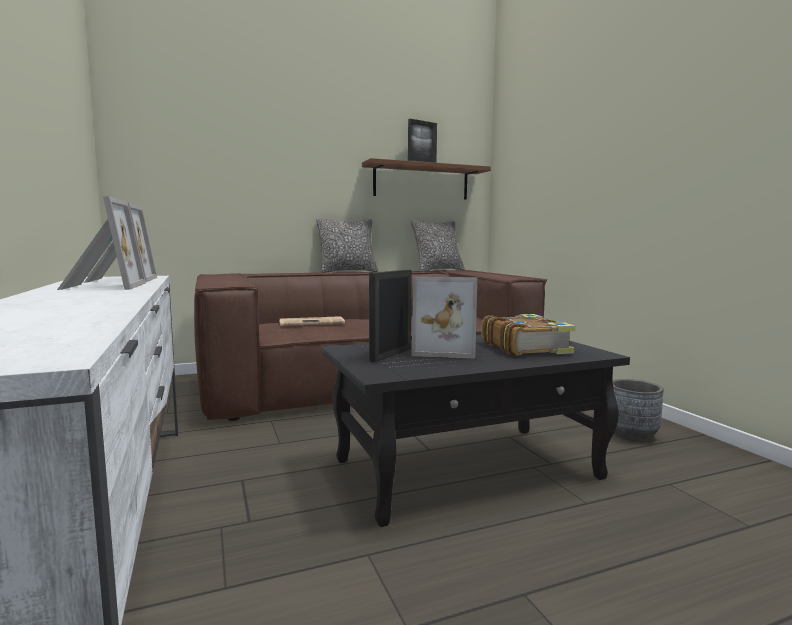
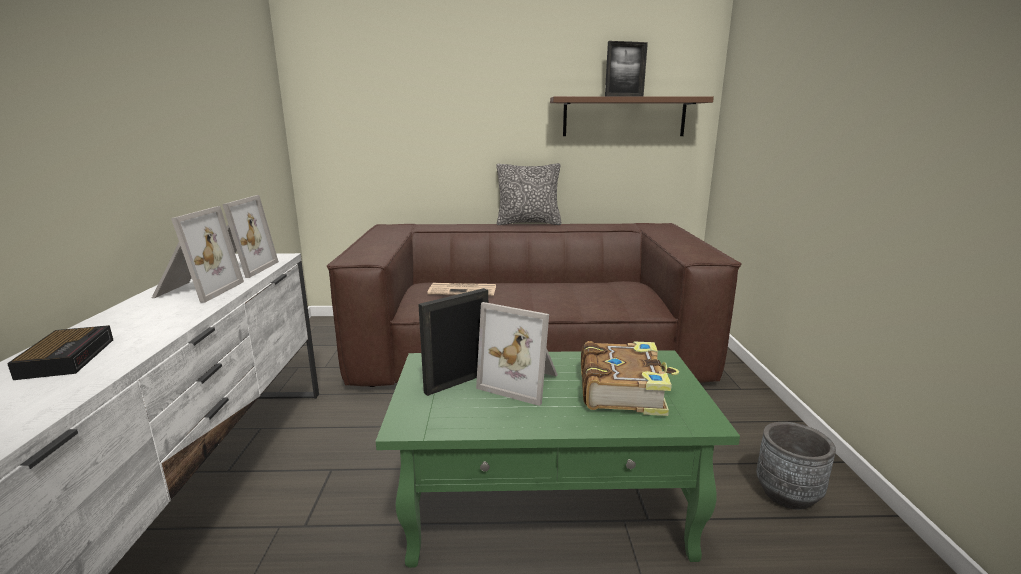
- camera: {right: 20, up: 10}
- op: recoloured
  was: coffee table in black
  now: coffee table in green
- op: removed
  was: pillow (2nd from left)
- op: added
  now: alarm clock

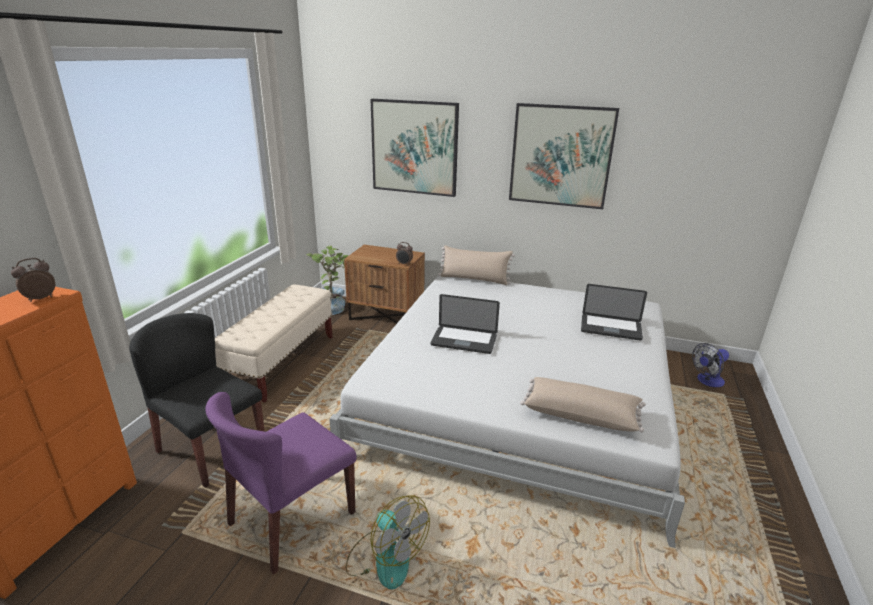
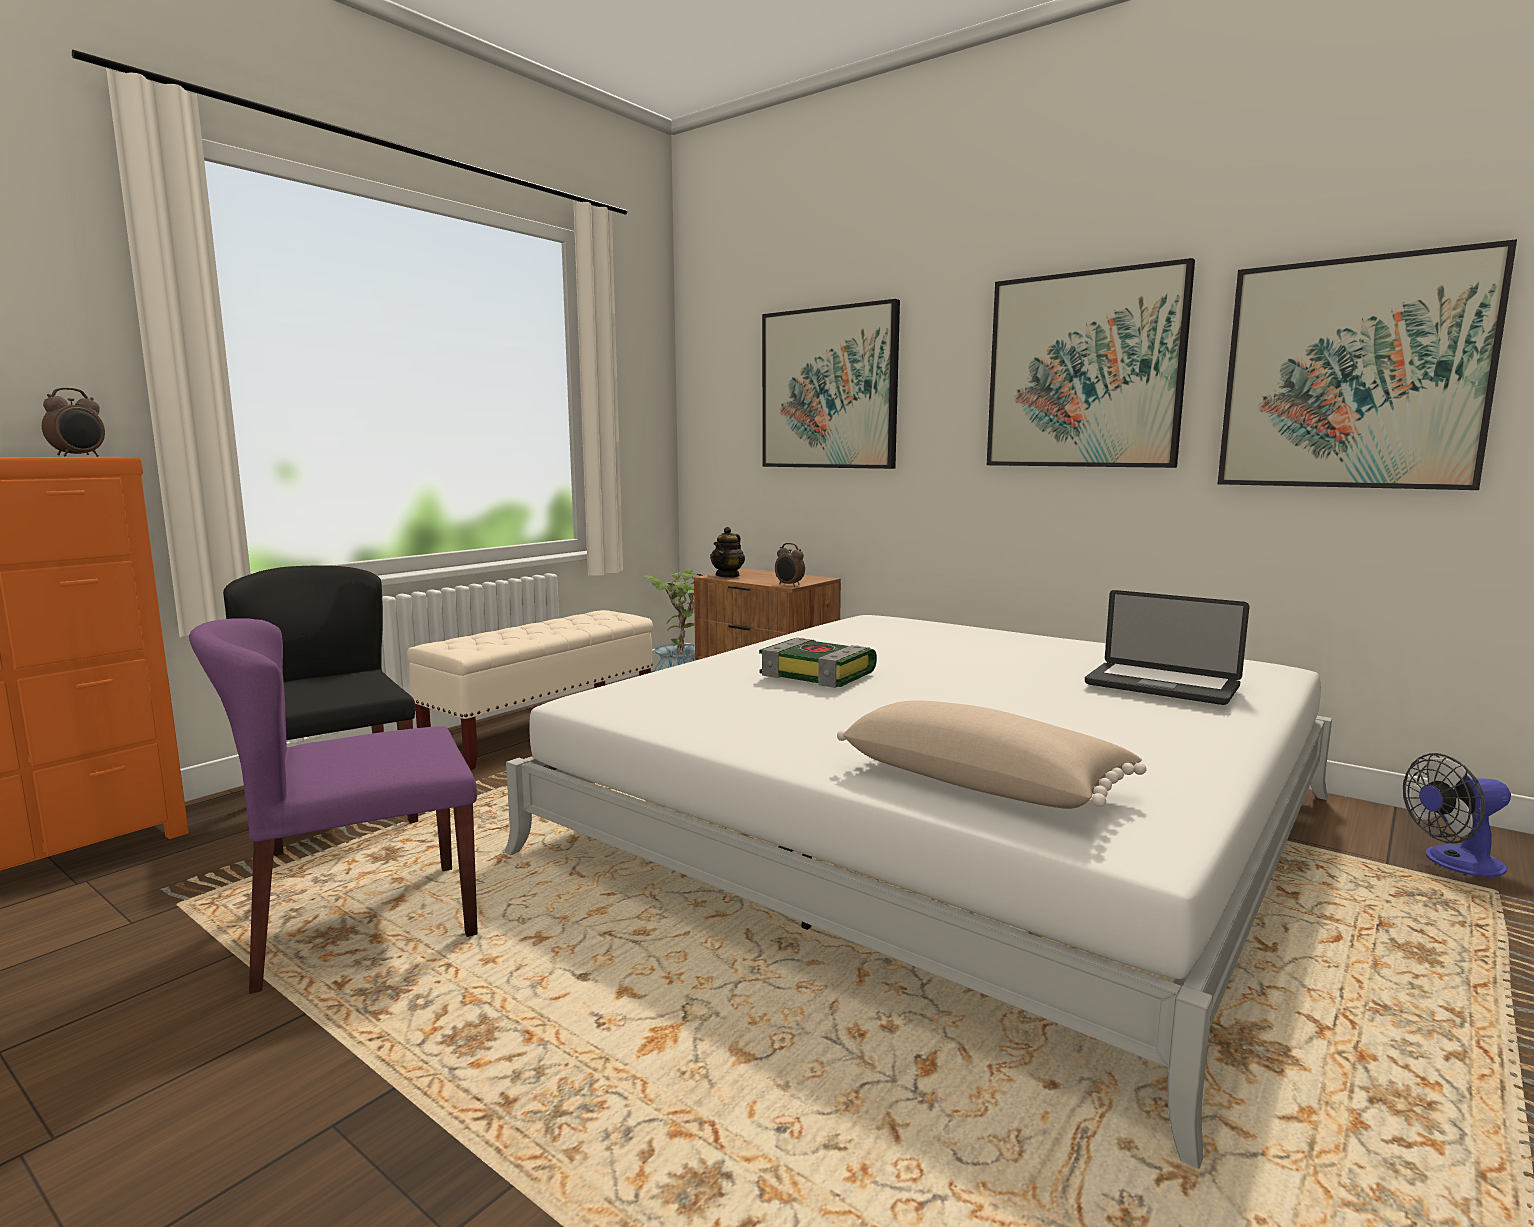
- camera: {right: 20, up: -15}
- op: turned
  was: alarm clock (1st from left)
  clockwise: 135
- op: removed
  was: fan (1st from left)
- op: replaced
  was: laptop (1st from left)
  now: book
- op: removed
  was: pillow in beige (1st from left)
- op: added
  now: teapot
- op: added
  now: picture (3rd from left)

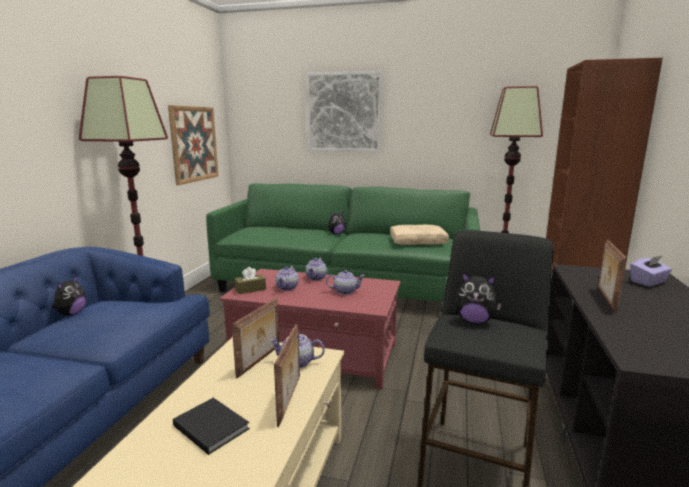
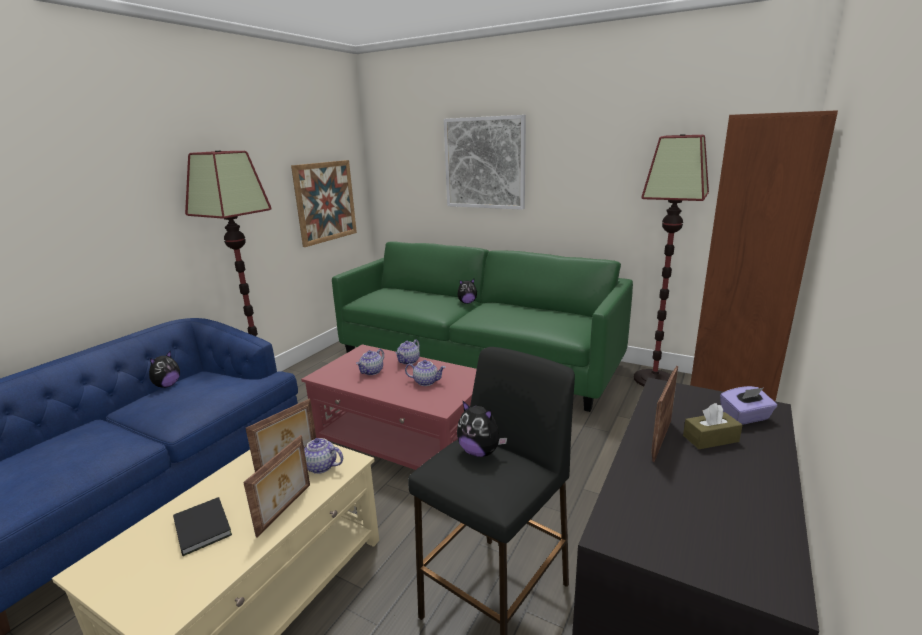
- camera: {right: 15, up: 5}
- op: moved
  was: tissue box in brown
- op: removed
  was: pillow in beige

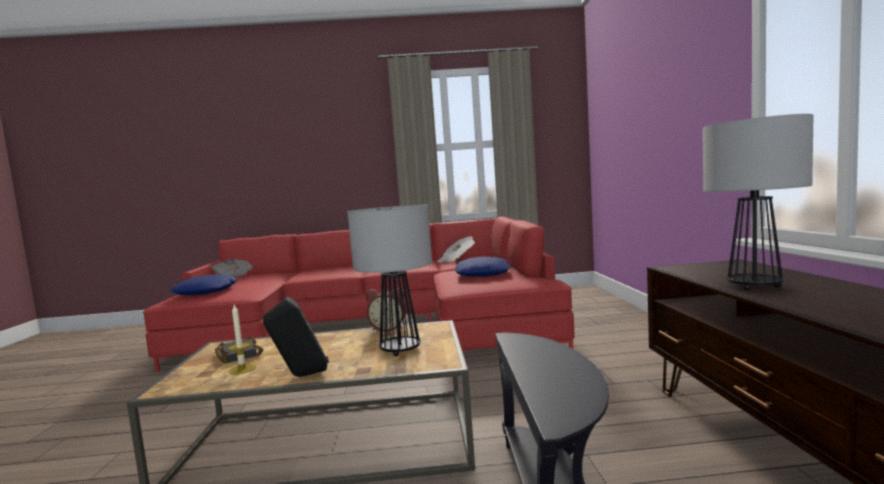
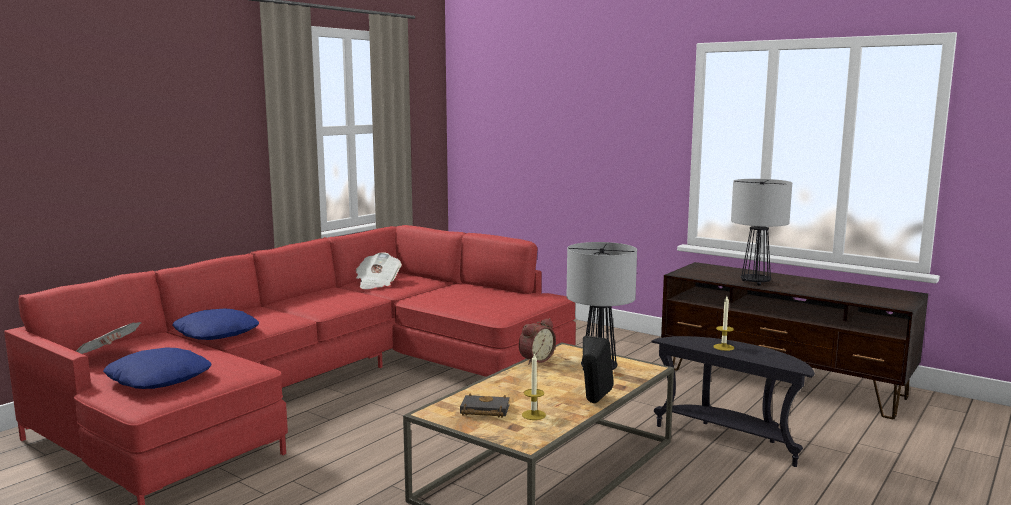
- camera: {right: -50, up: 5}
- op: moved
  was: pillow in blue (2nd from left)
- op: added
  now: candle (2nd from left)

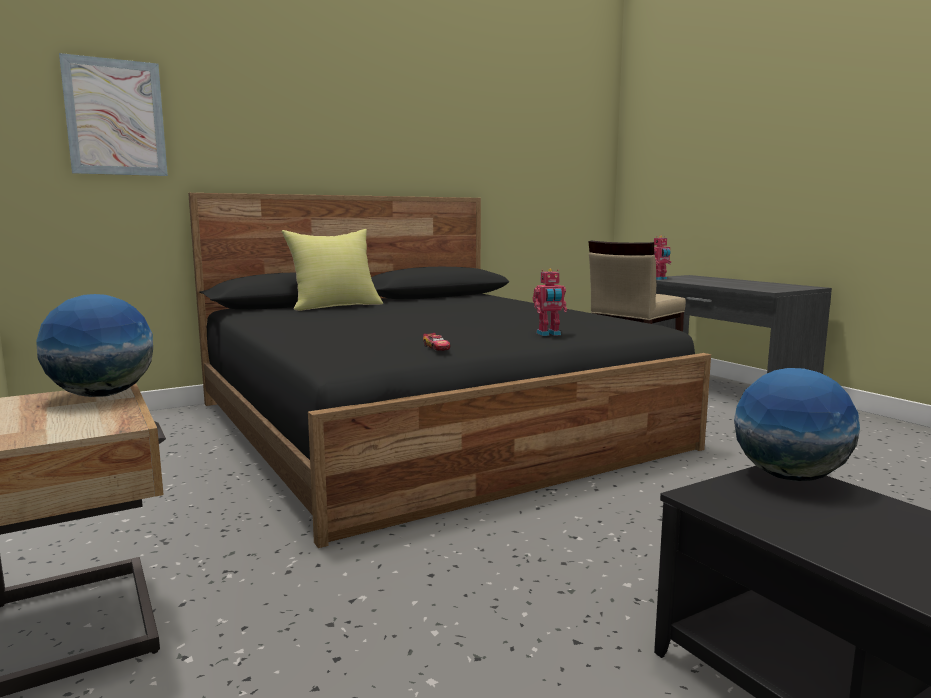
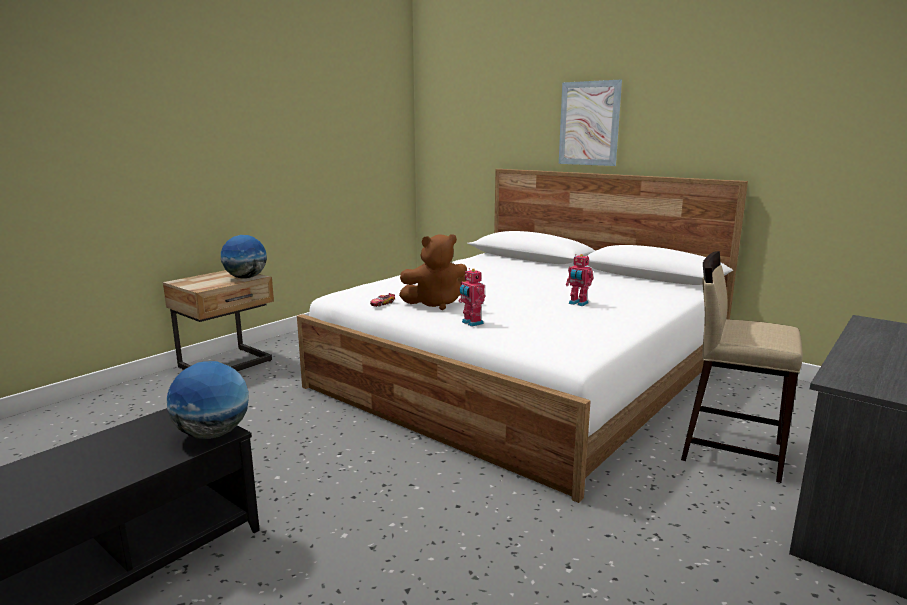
- camera: {right: 70, up: 5}
- op: moved
  was: picture
- op: recoloured
  was: bed in black
  now: bed in white
- op: removed
  was: pillow in yellow
- op: moved
  was: toy robot (2nd from left)
- op: added
  now: plush toy in brown

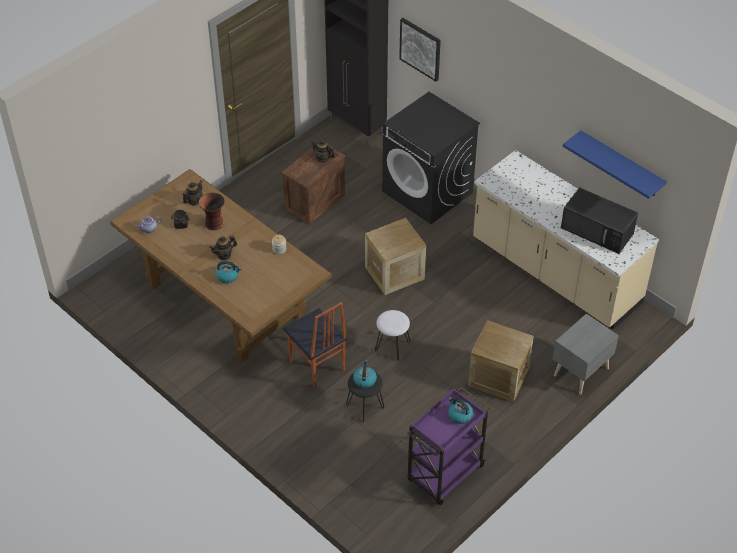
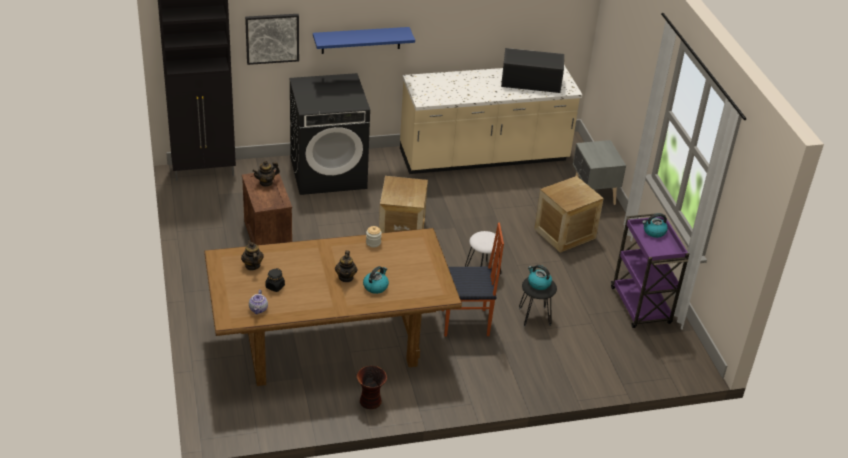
- camera: {right: -60, up: -10}
- op: moved
  was: vase
- op: turned
  was: microwave in black
  clockwise: -150
- op: moved
  was: shelf in blue

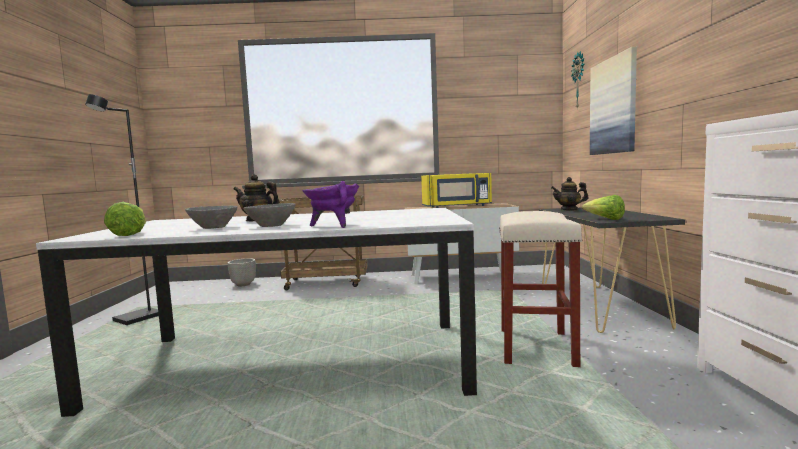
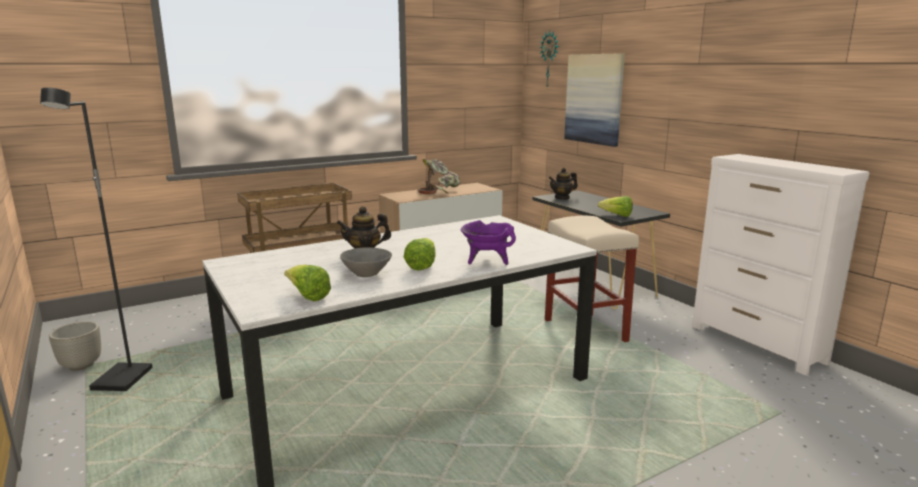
- camera: {right: -30, up: 10}
- op: moved
  was: planter in grey
- op: replaced
  was: bowl in grey (2nd from left)
  now: lettuce (2nd from left)
- op: replaced
  was: microwave in yellow
  now: potted plant

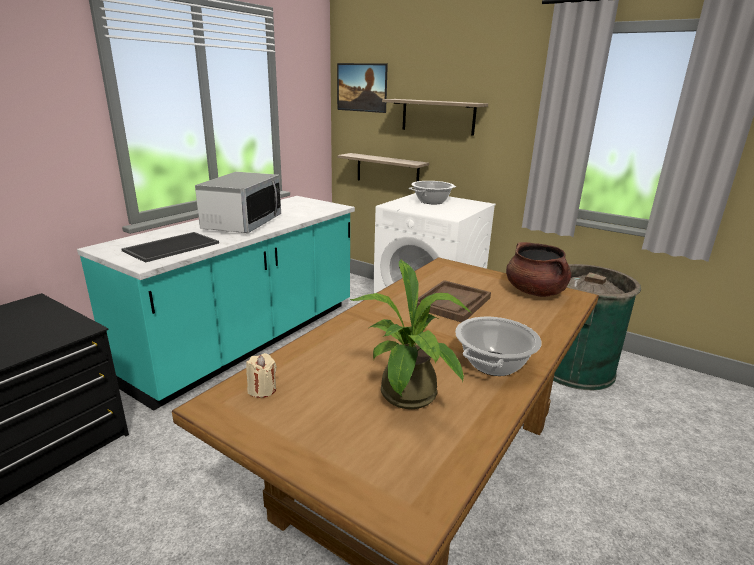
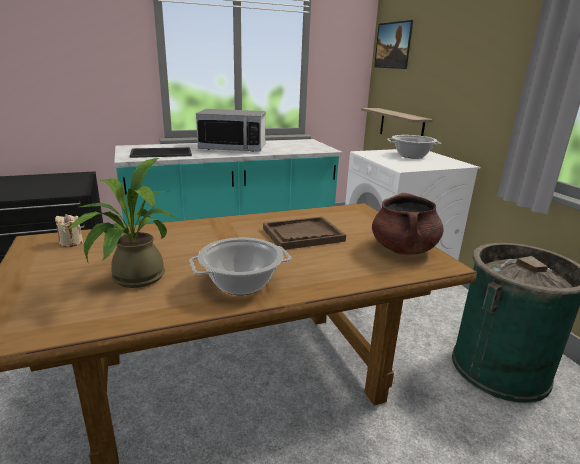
- camera: {right: 35, up: 0}
- op: turned
  was: microwave
  clockwise: 45
- op: removed
  was: shelf (2nd from left)

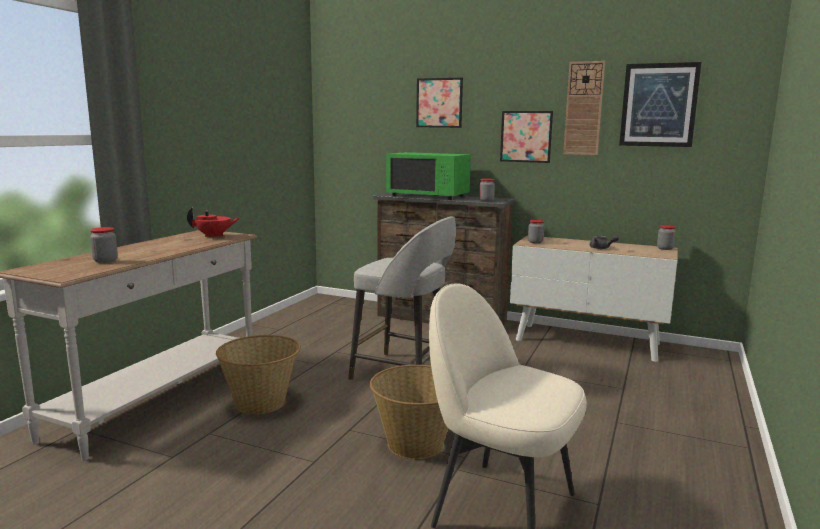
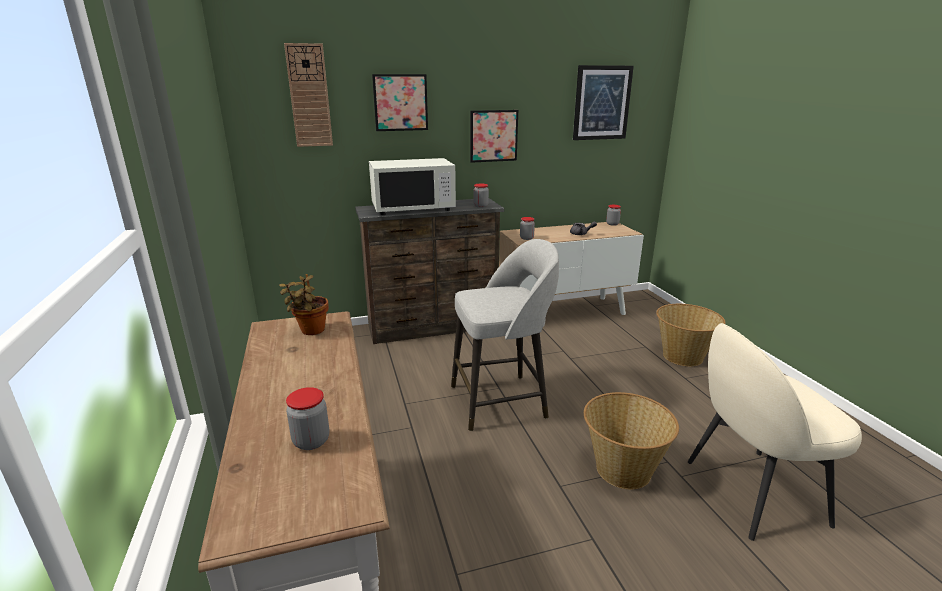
- camera: {right: -40, up: 10}
- op: replaced
  was: teapot in red
  now: potted plant
- op: moved
  was: basket (1st from left in the first image)
  now: basket (2nd from left)
- op: recoloured
  was: microwave in green
  now: microwave in white
- op: moved
  was: wall clock

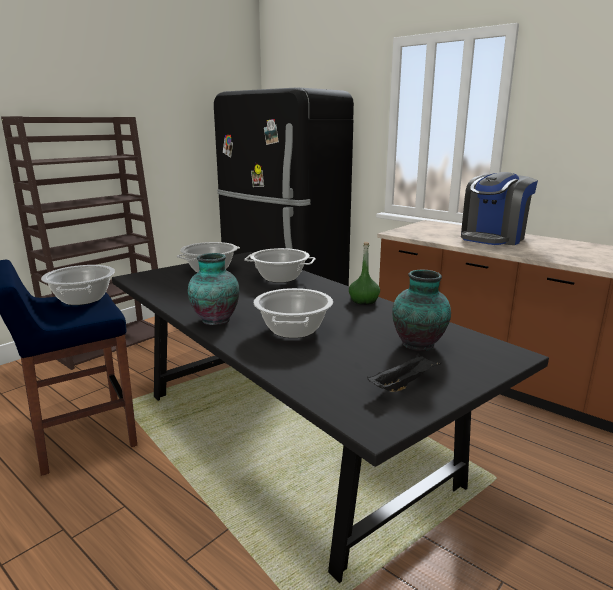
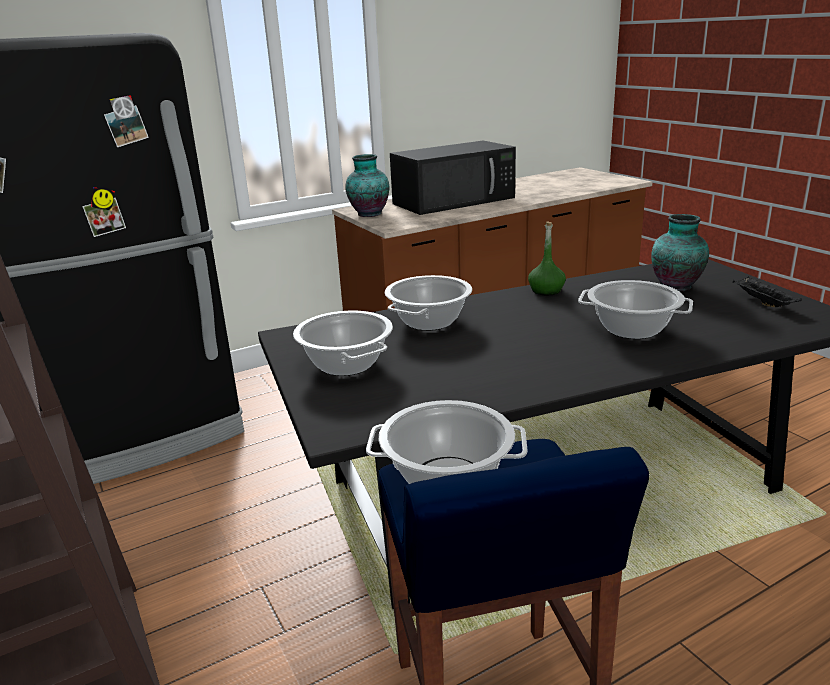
- camera: {right: -70, up: 5}
- op: moved
  was: vase (1st from left)
- op: replaced
  was: coffee machine
  now: microwave in black

